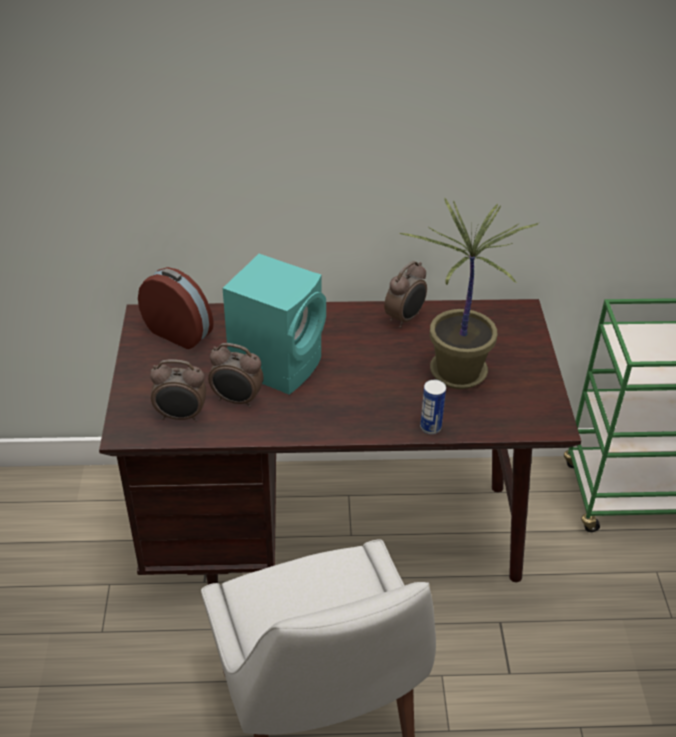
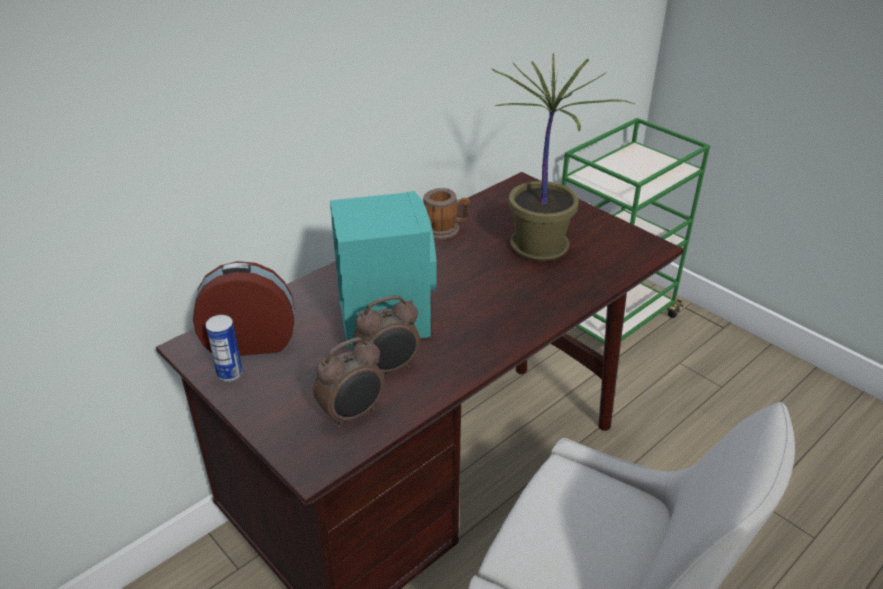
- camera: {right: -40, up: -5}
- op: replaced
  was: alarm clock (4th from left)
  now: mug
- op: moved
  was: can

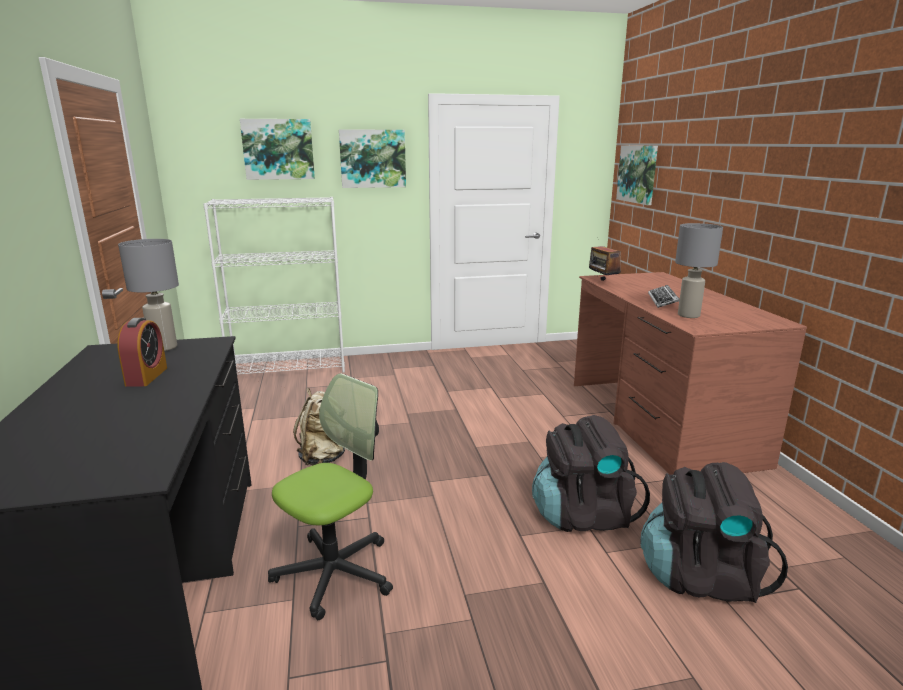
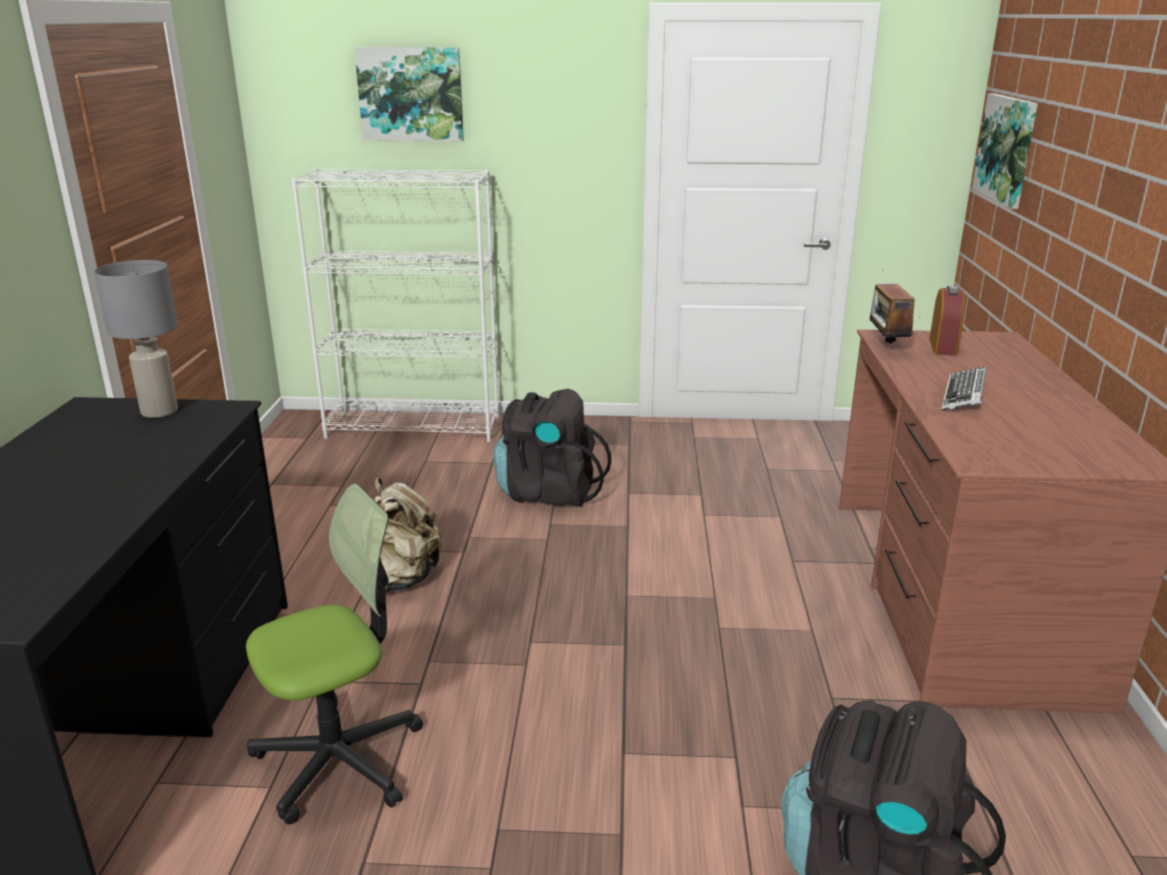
- camera: {right: 15, up: 5}
- op: moved
  was: alarm clock
- op: removed
  was: picture (2nd from left)
- op: moved
  was: backpack in black (1st from left)
- op: removed
  was: table lamp in grey (2nd from left)

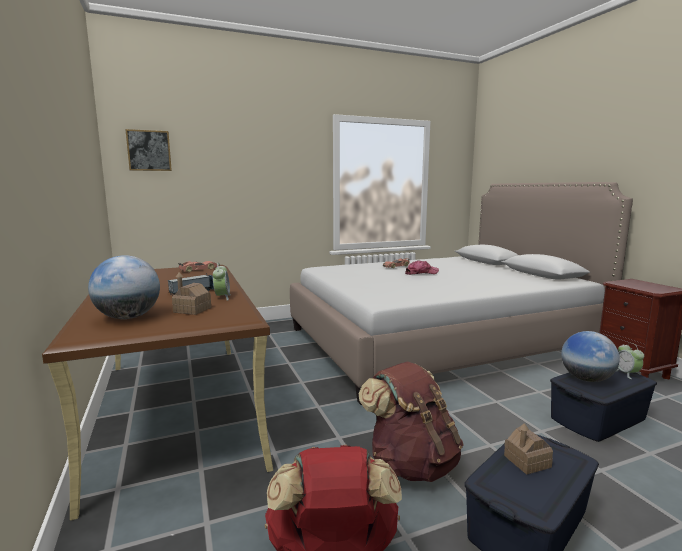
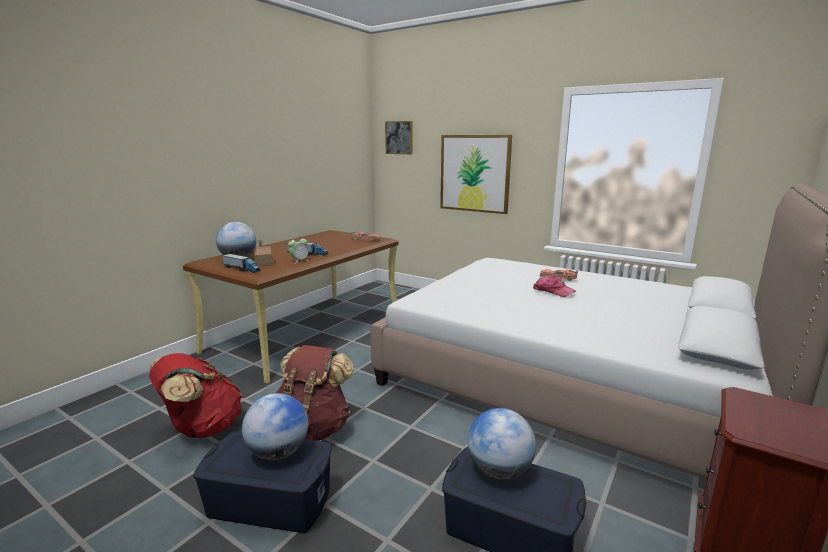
- camera: {right: 55, up: 5}
- op: replaced
  was: toy house (2nd from left)
  now: globe (2nd from left)
- op: removed
  was: alarm clock (2nd from left)
- op: added
  now: toy truck (1st from left)
- op: added
  now: picture (2nd from left)

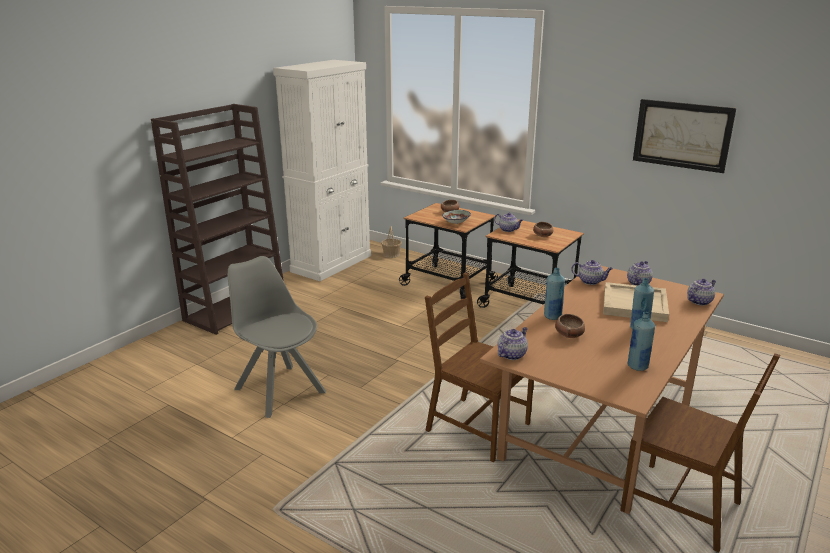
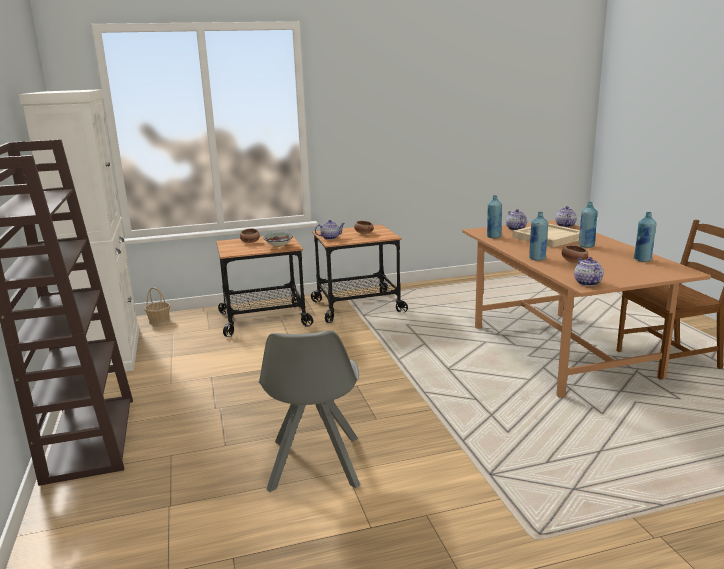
- camera: {right: -50, up: -5}
- op: turned
  was: chair in grey
  clockwise: -90
- op: removed
  was: chair in brown (1st from left)
- op: replaced
  was: teapot (3rd from left)
  now: bottle in blue (1st from left)
- op: removed
  was: picture

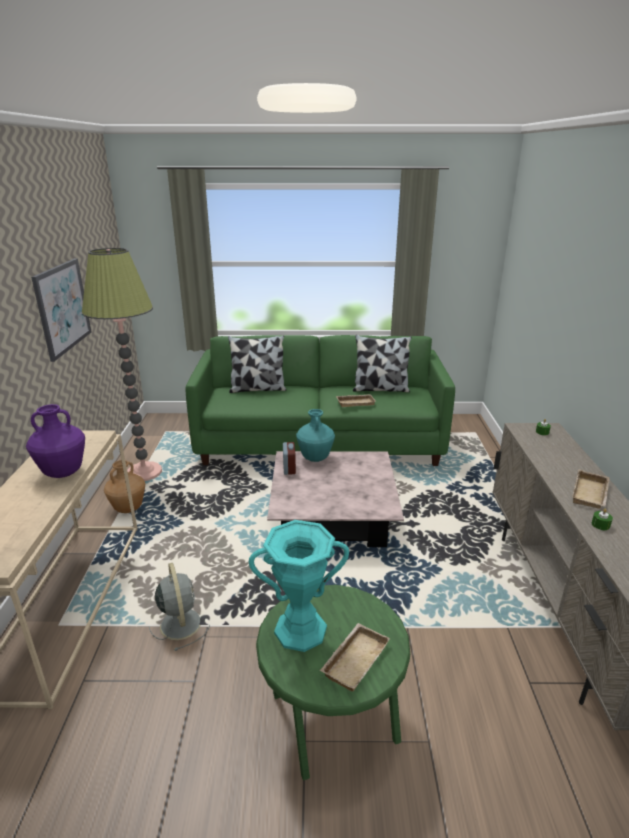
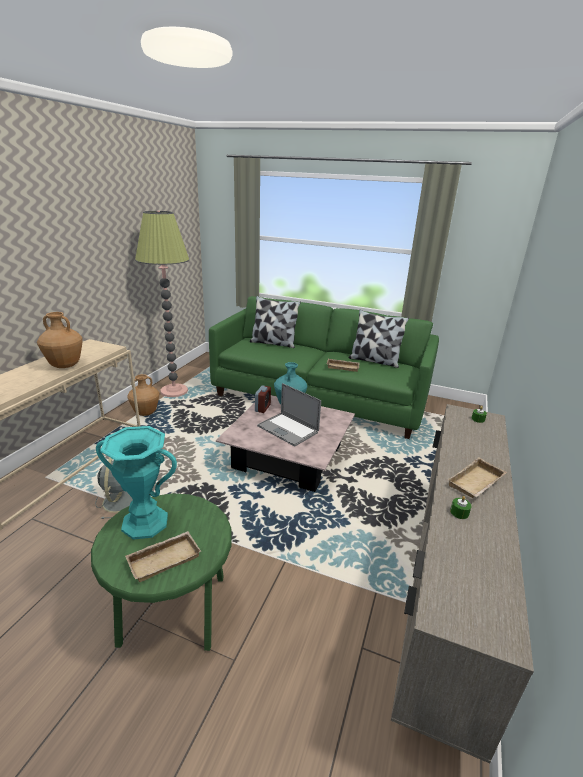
- camera: {right: 20, up: 0}
- op: recoloured
  was: vase in purple
  now: vase in brown (1st from left)
- op: removed
  was: picture
- op: added
  now: laptop

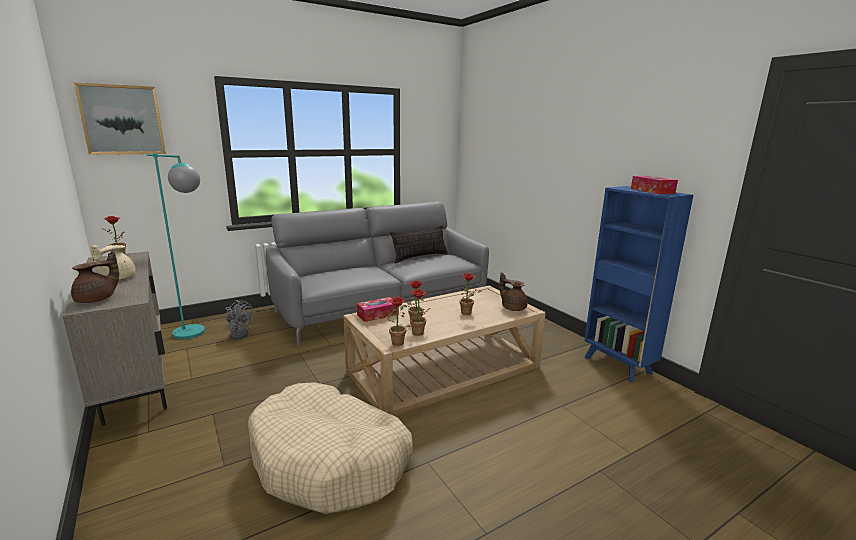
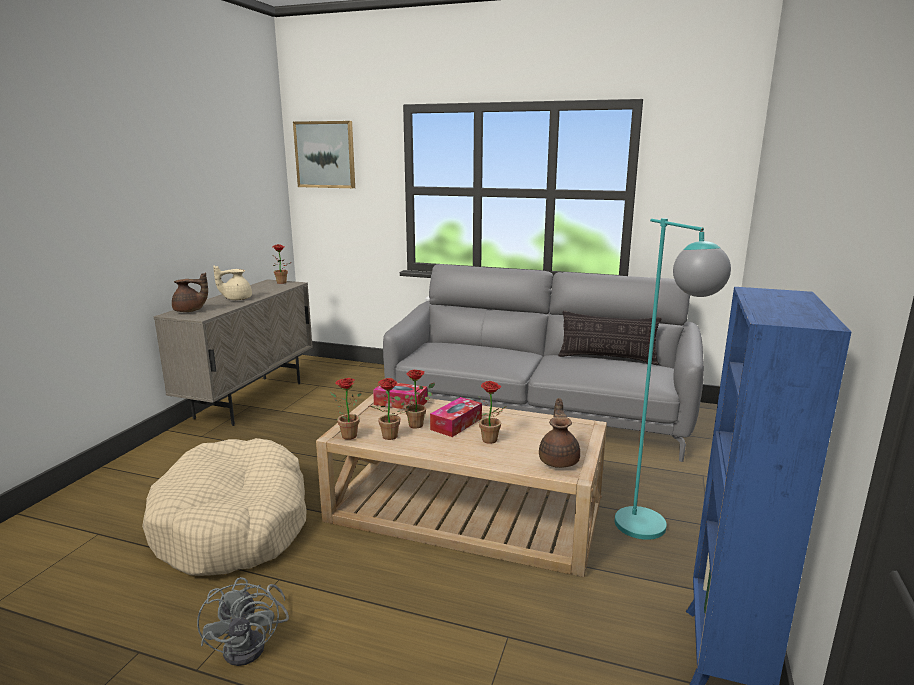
- camera: {right: 50, up: 0}
- op: moved
  was: floor lamp in turquoise
- op: moved
  was: fan in grey
- op: moved
  was: tissue box (2nd from left)

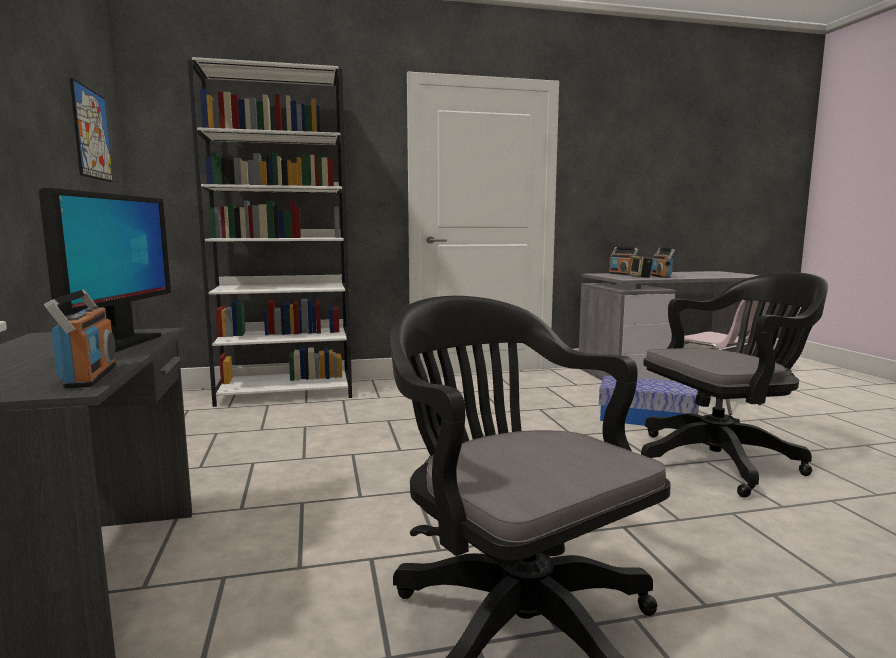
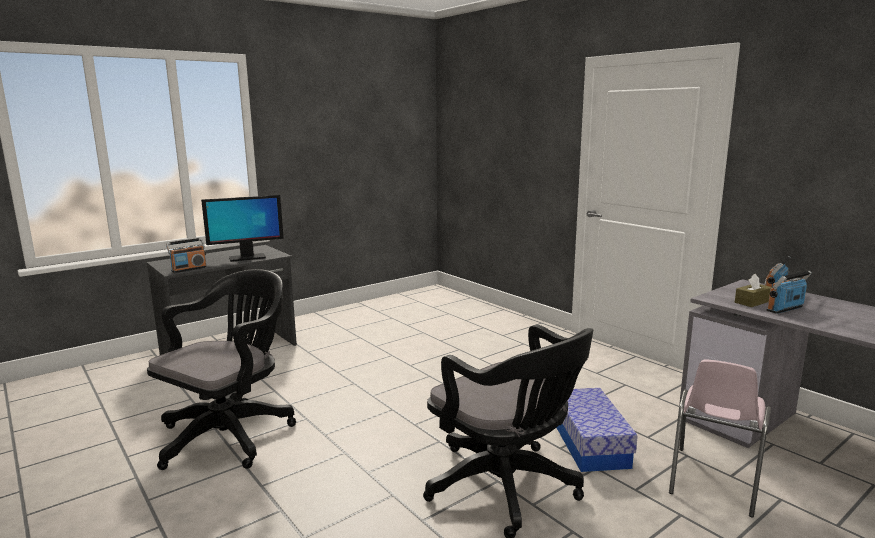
- camera: {right: 65, up: 5}
- op: removed
  was: picture
- op: removed
  was: bookcase in white
- op: replaced
  was: speaker
  now: tissue box in brown

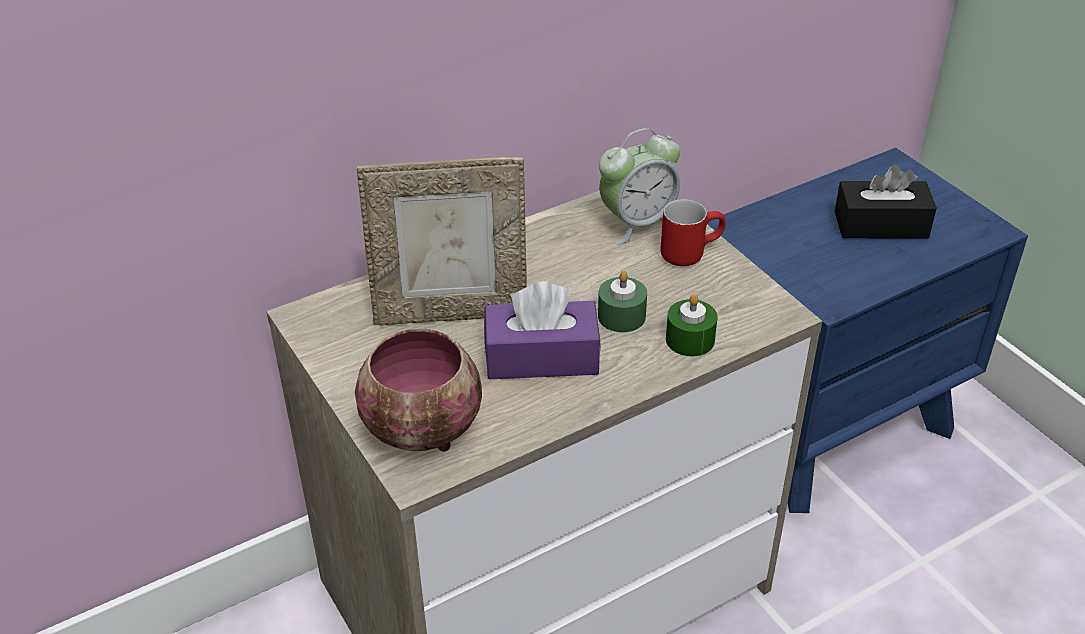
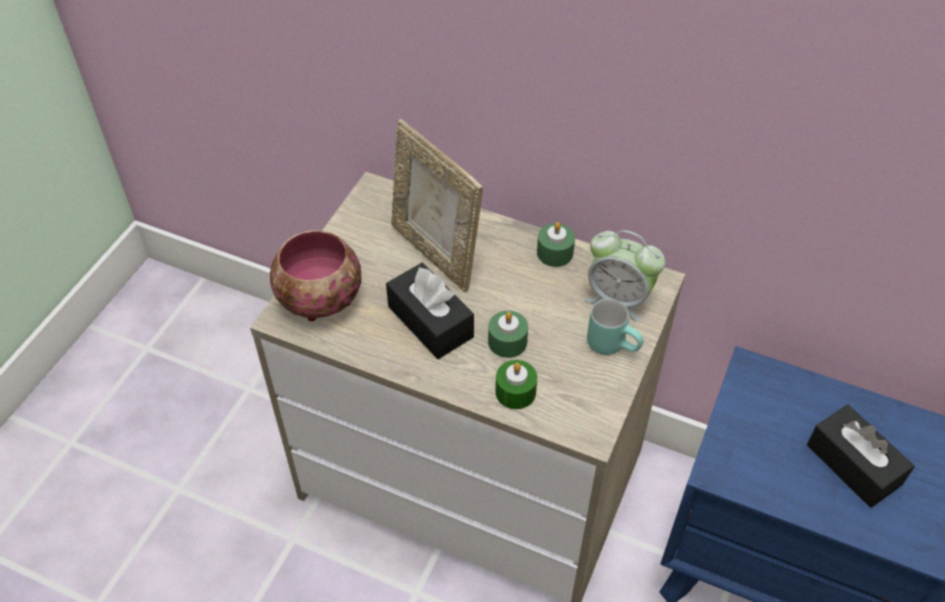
- camera: {right: 55, up: 10}
- op: recoloured
  was: tissue box in purple
  now: tissue box in black (1st from left)
- op: recoloured
  was: mug in red
  now: mug in turquoise
- op: added
  now: candle in green (3rd from left)

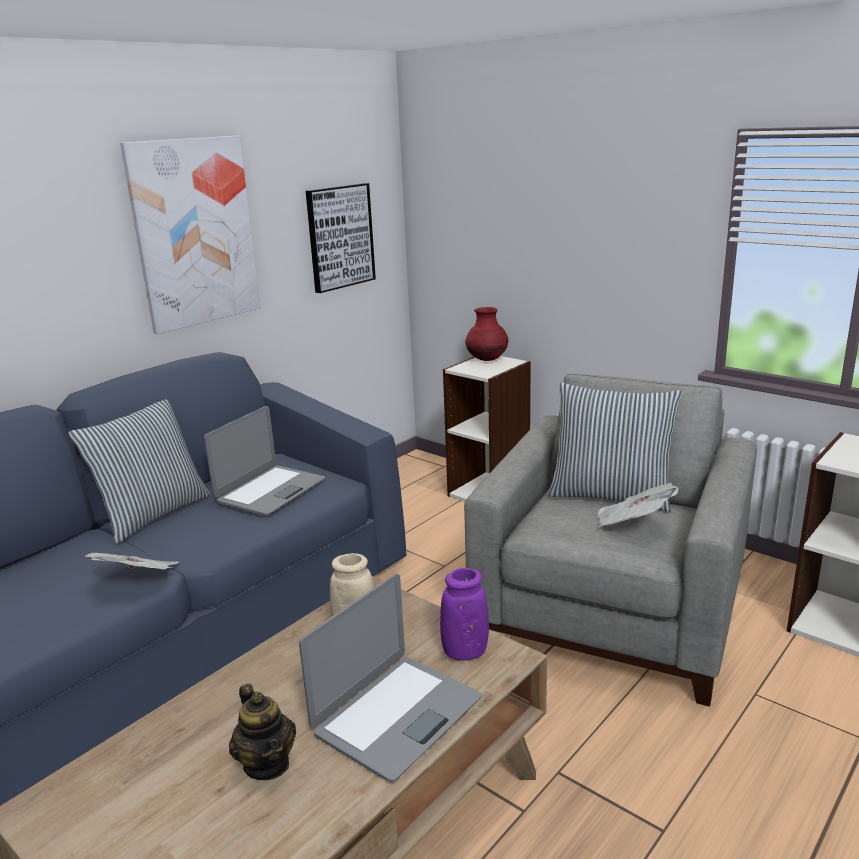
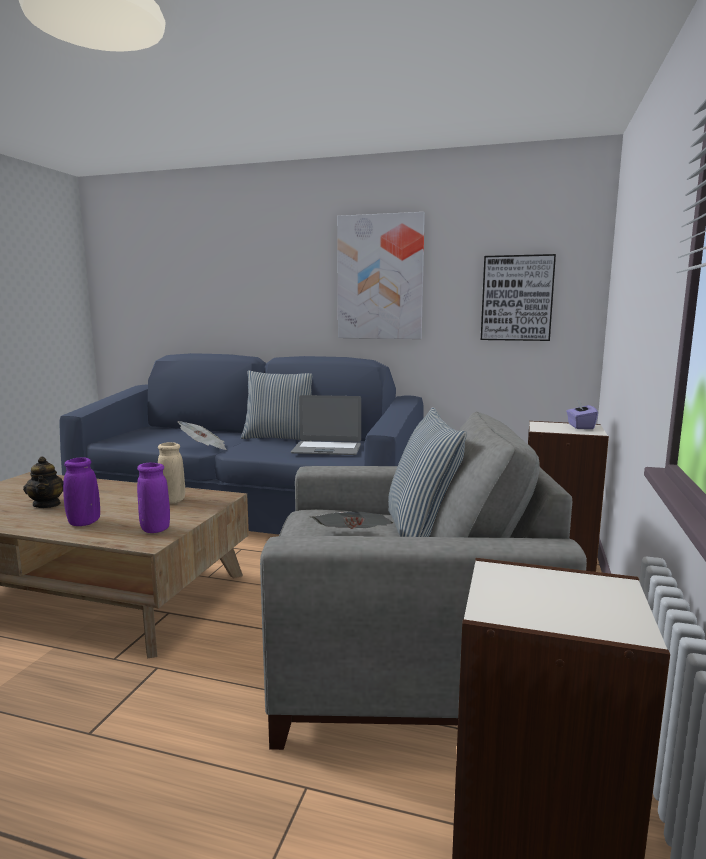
- camera: {right: 65, up: -10}
- op: turned
  was: teapot
  clockwise: -60
- op: replaced
  was: laptop (2nd from left)
  now: vase in purple (1st from left)
- op: replaced
  was: vase in red
  now: tissue box in purple

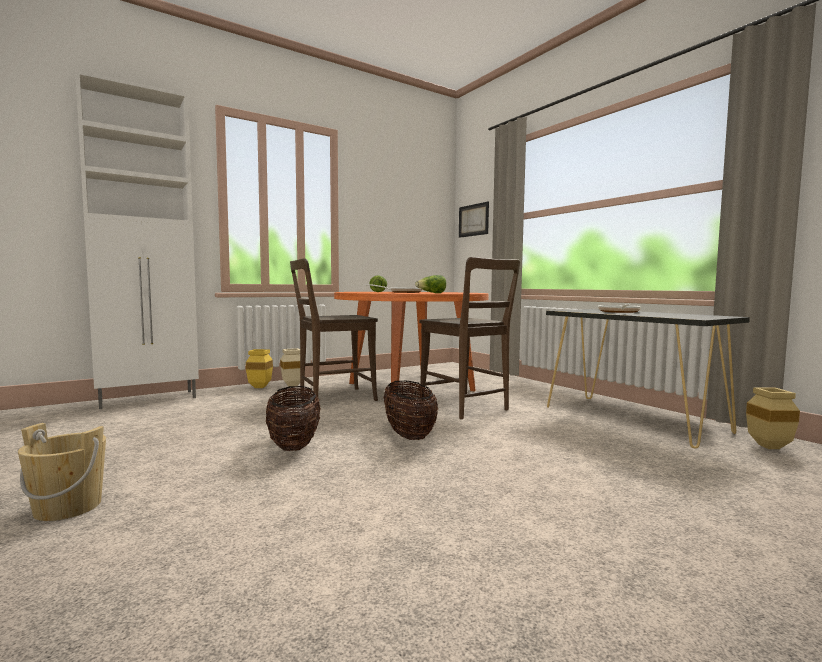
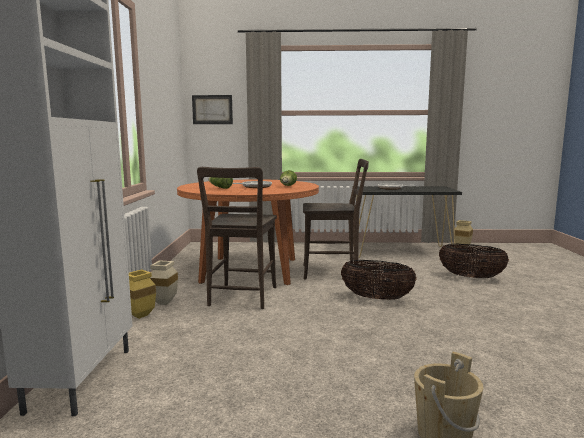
- camera: {right: -55, up: 5}
- op: moved
  was: basket (1st from left in the first image)
  now: basket (2nd from left)

